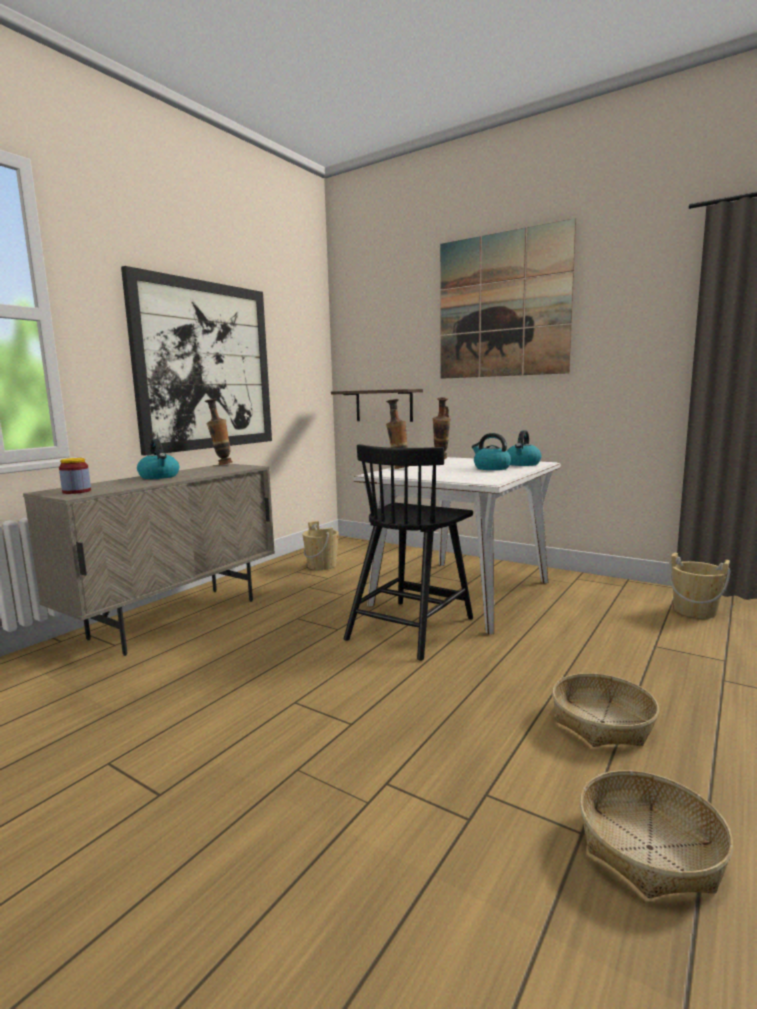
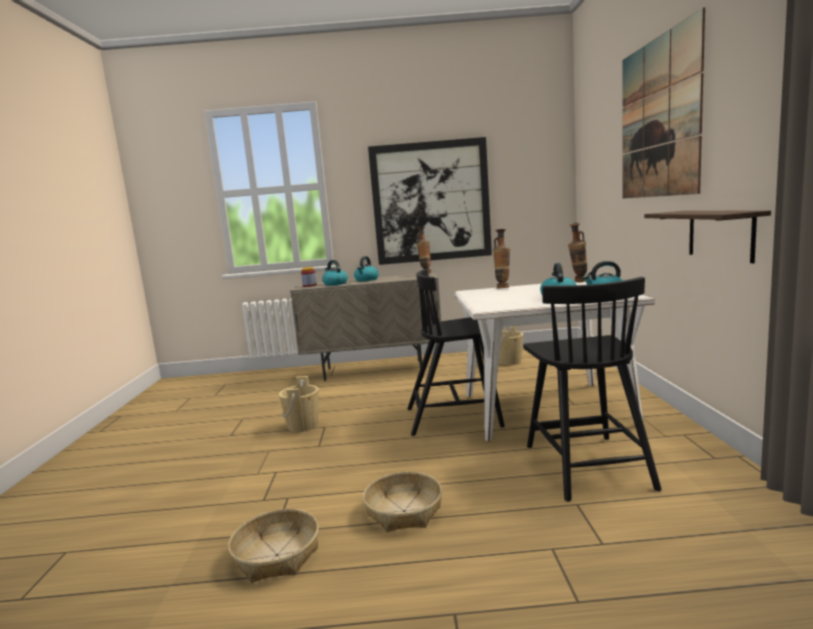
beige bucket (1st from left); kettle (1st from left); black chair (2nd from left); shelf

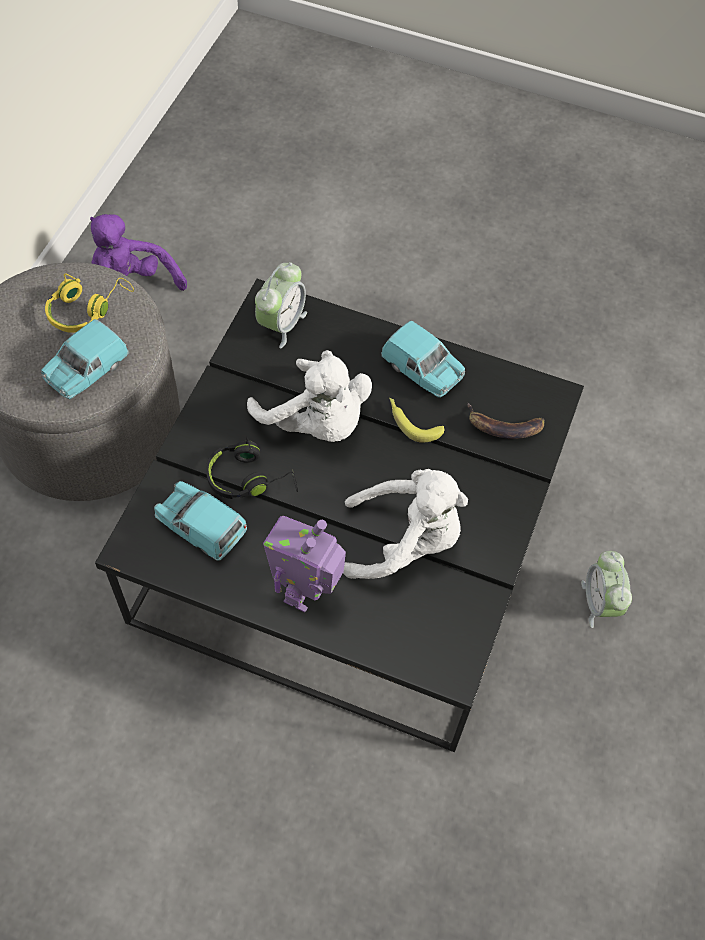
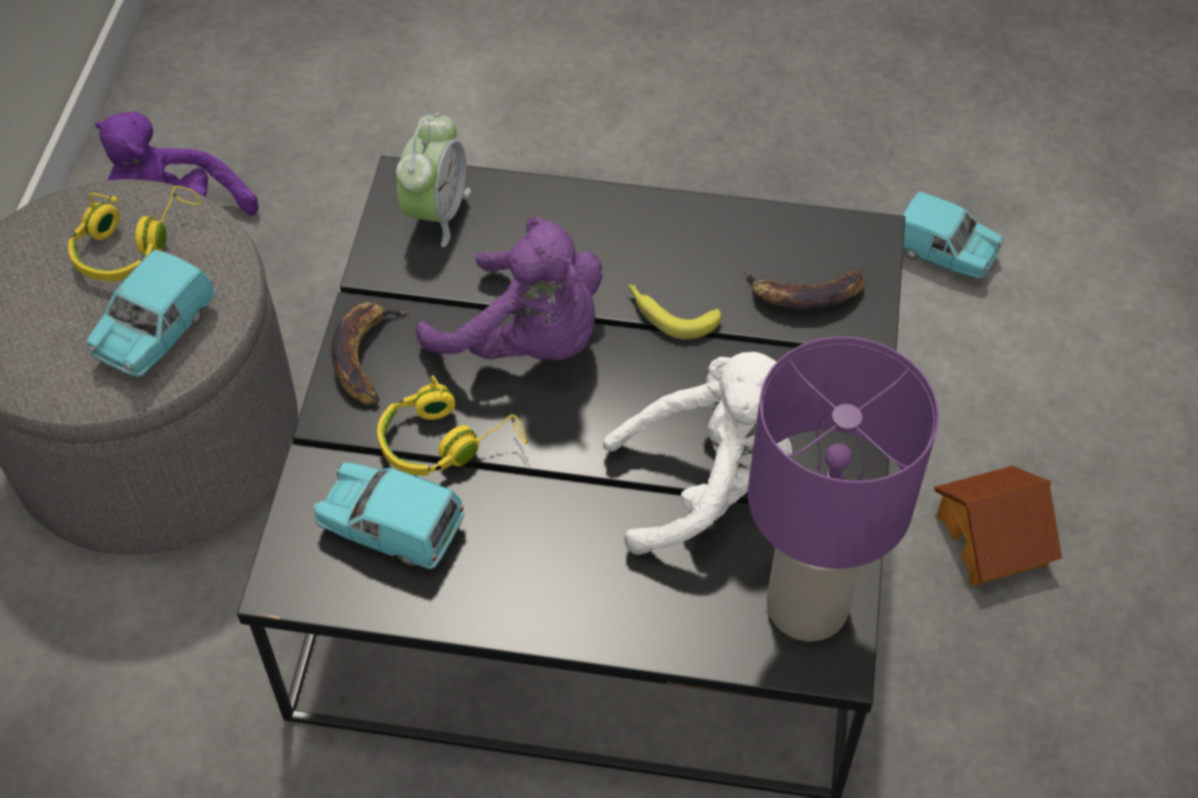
banana (1st from left); yellow headphones (2nd from left); purple plush toy (2nd from left); purple table lamp; turquoise toy car (3rd from left); toy house; toy robot

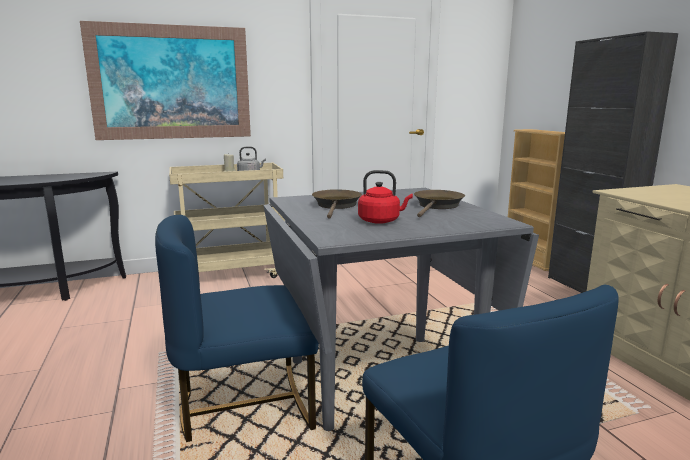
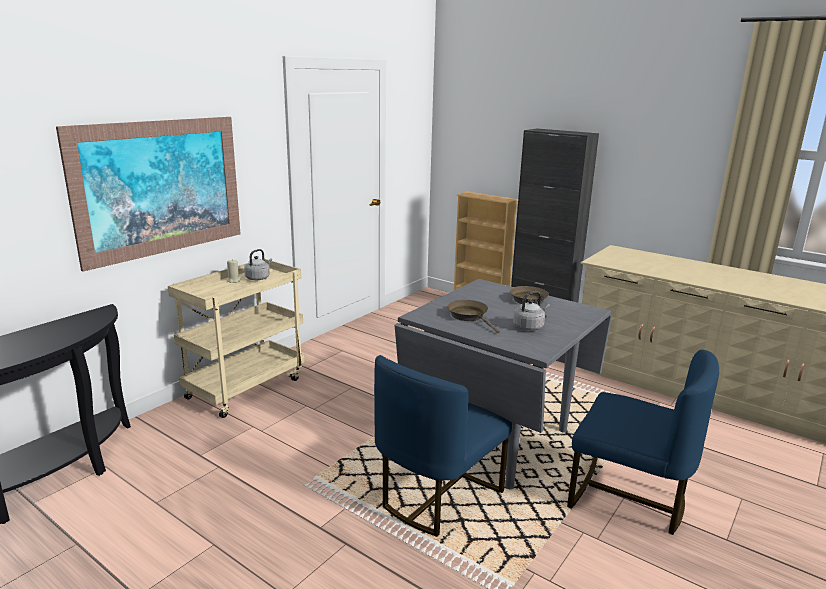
grey kettle (2nd from left)

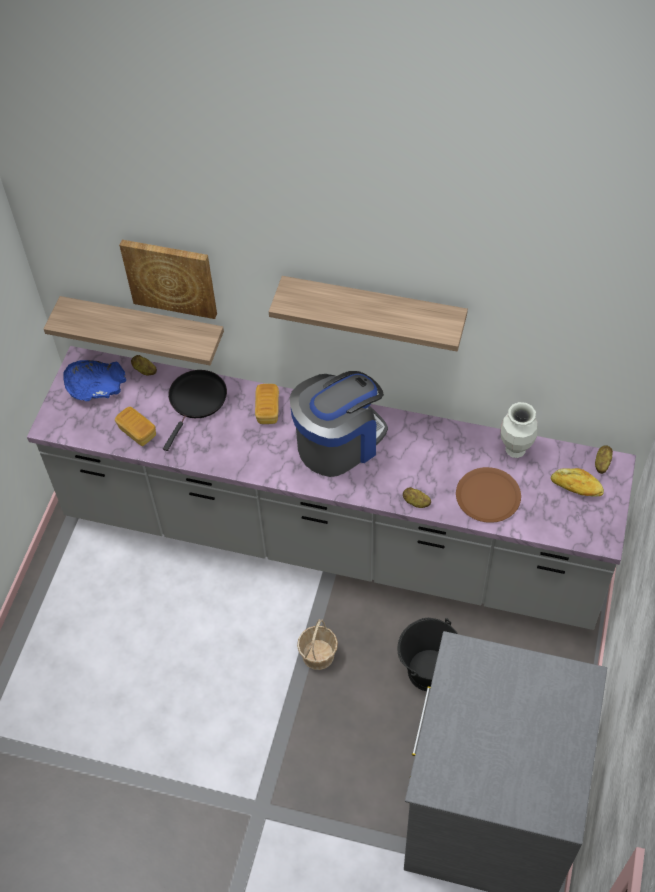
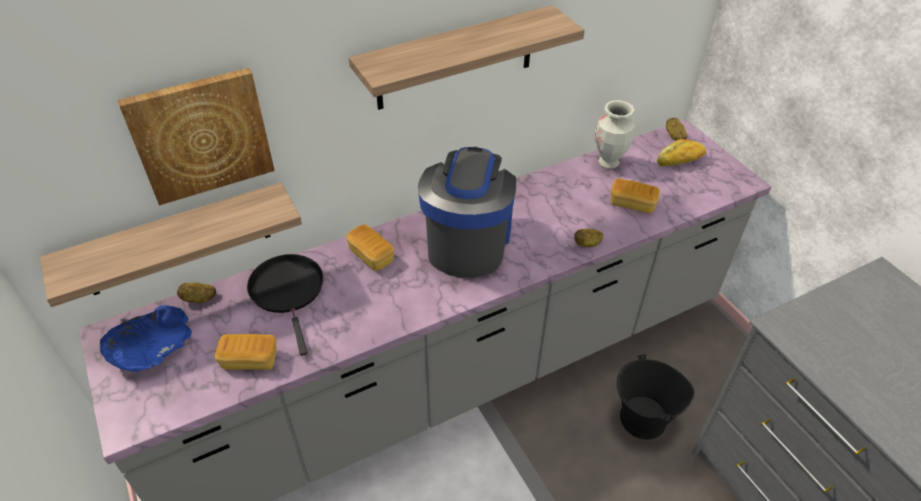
bread (3rd from left); basket

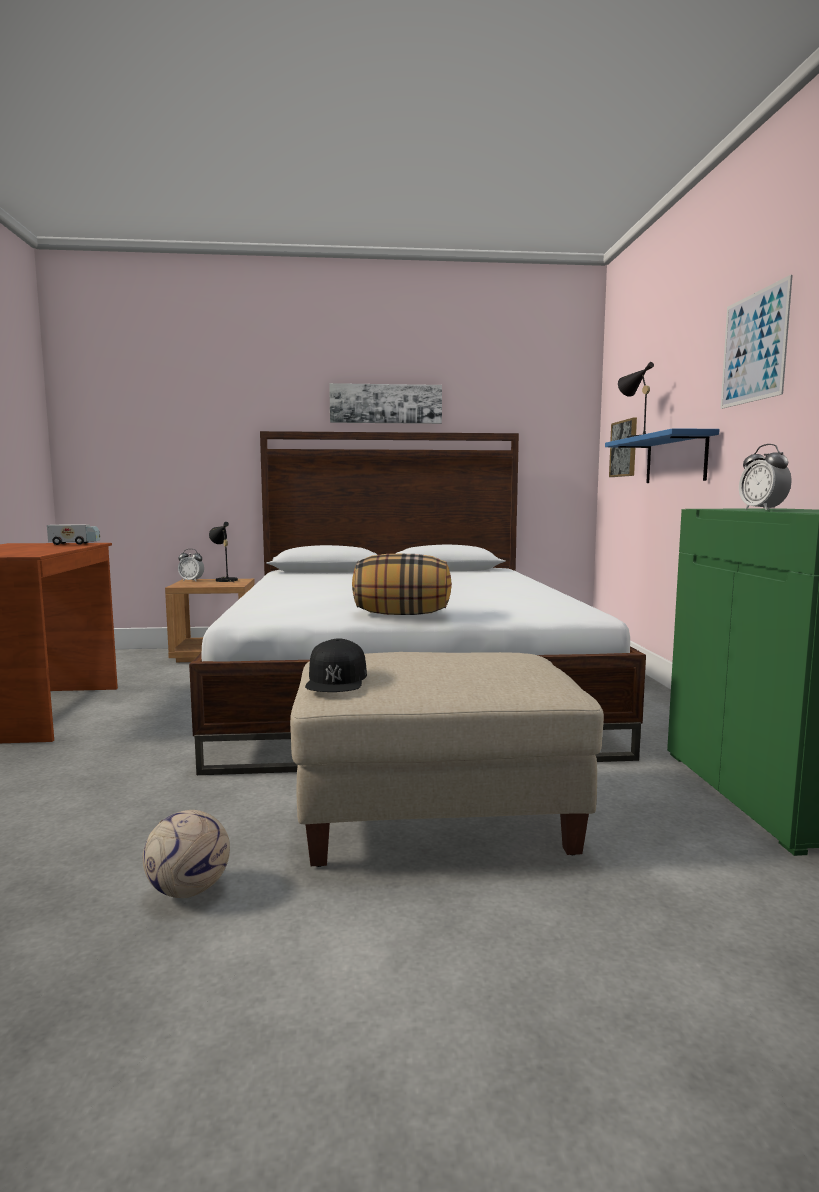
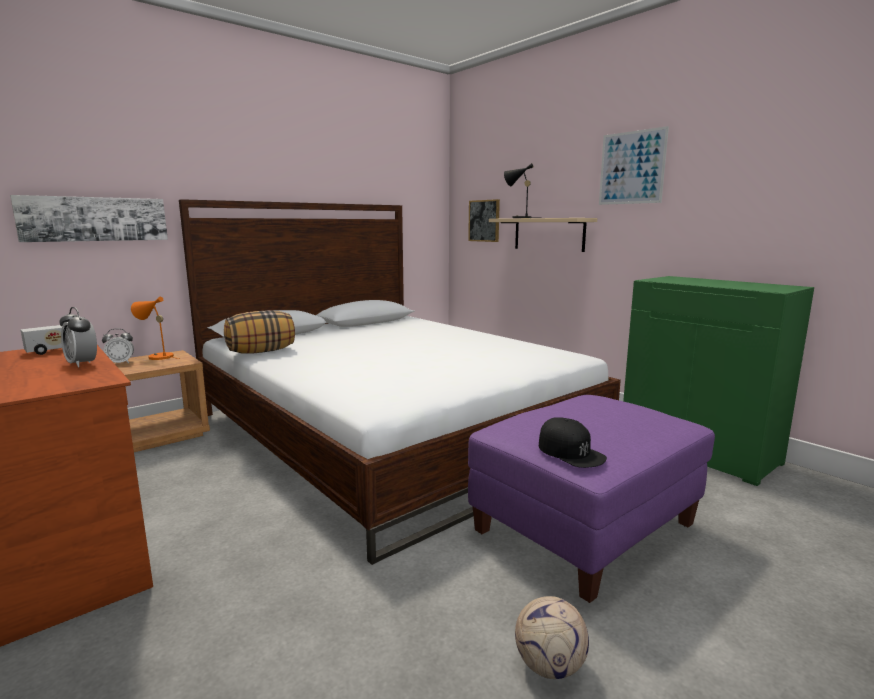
picture (1st from left); alarm clock (1st from left); orange table lamp; pillow; purple ottoman; beige shelf

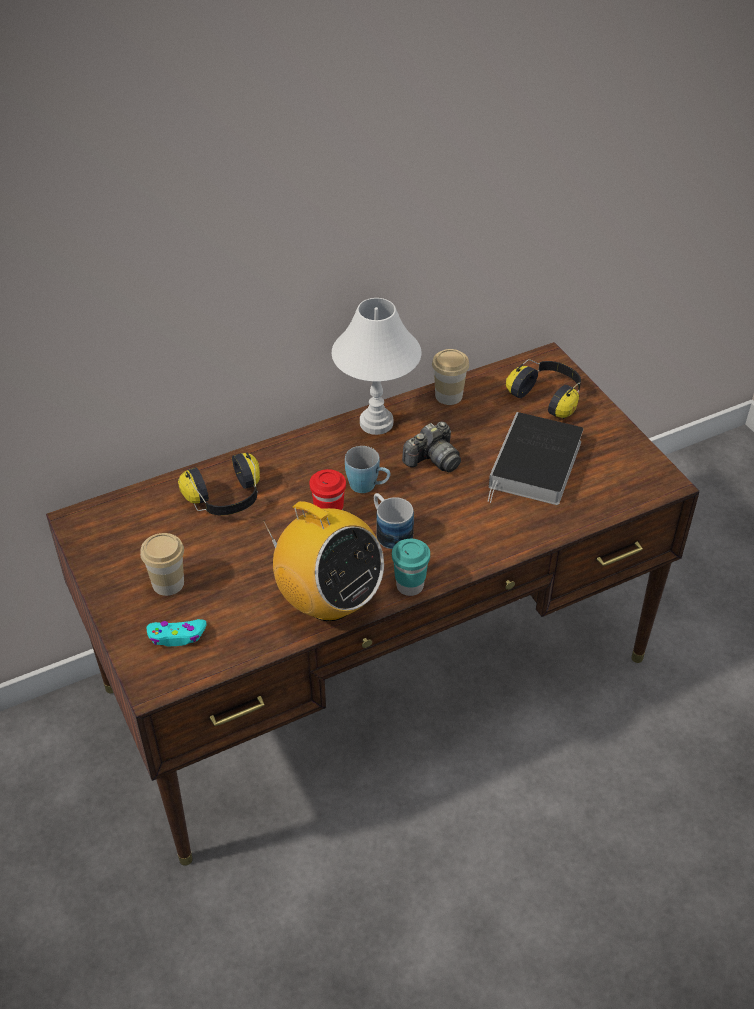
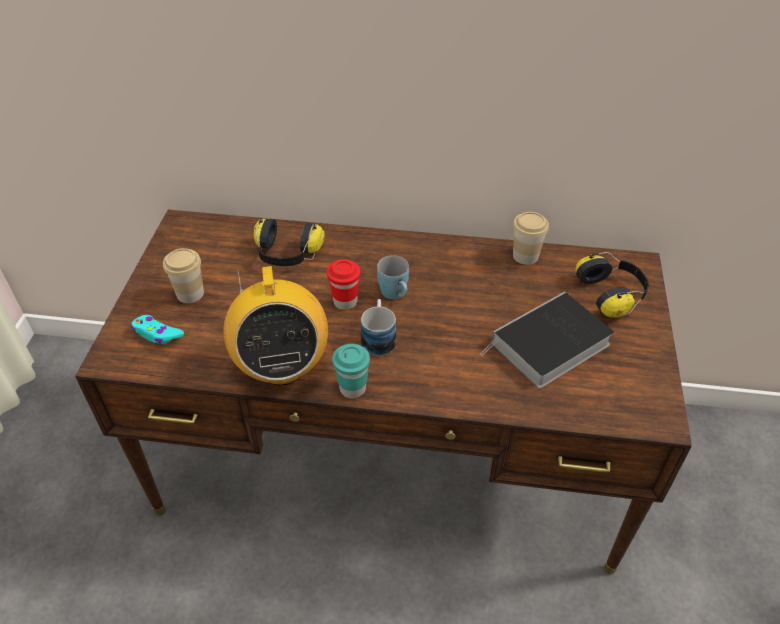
white table lamp; photo camera

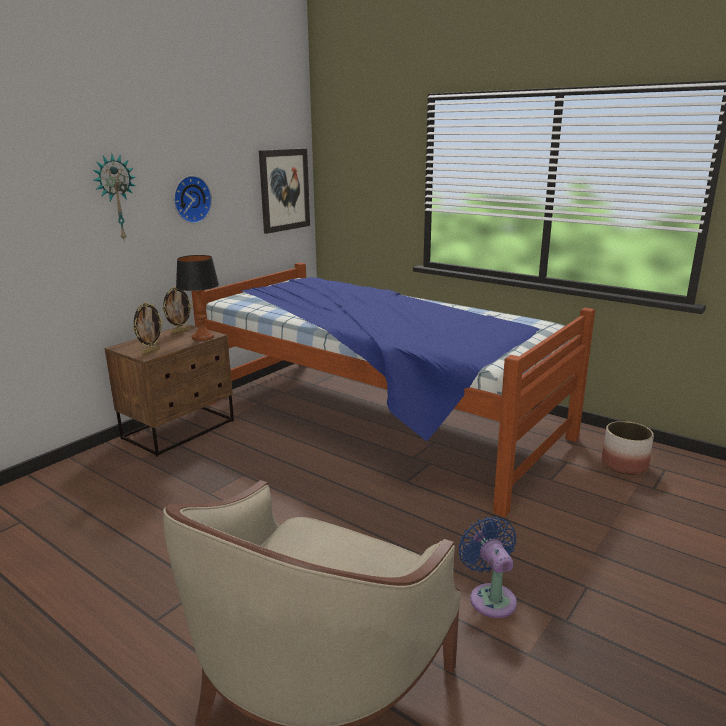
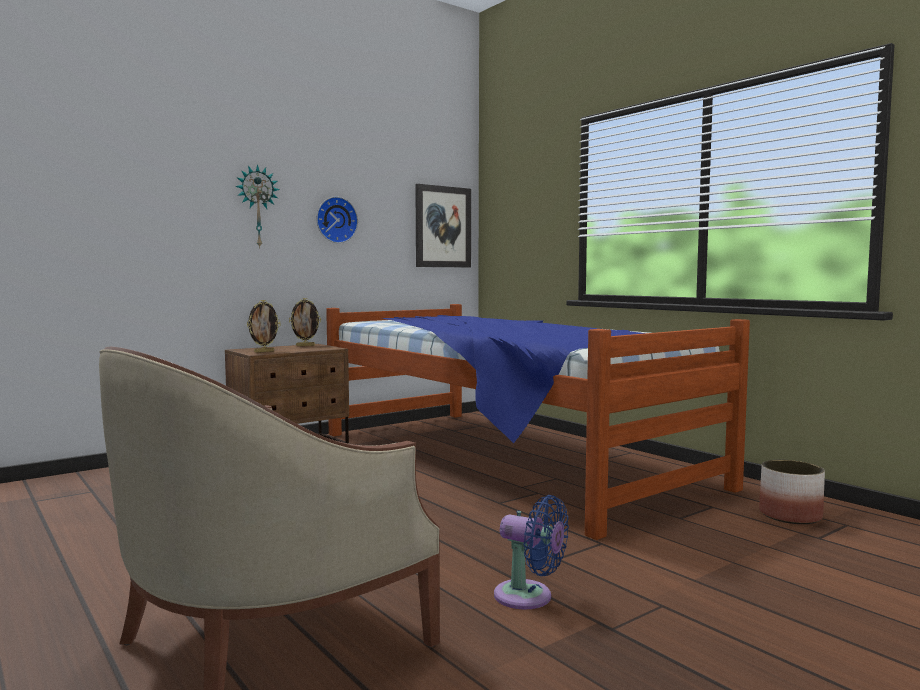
blue fan; table lamp

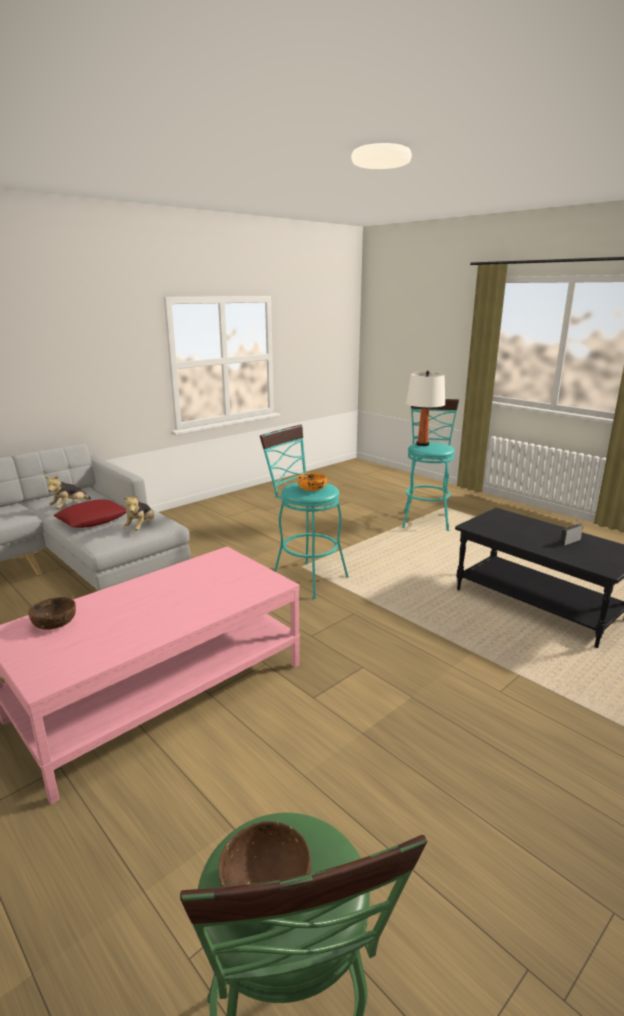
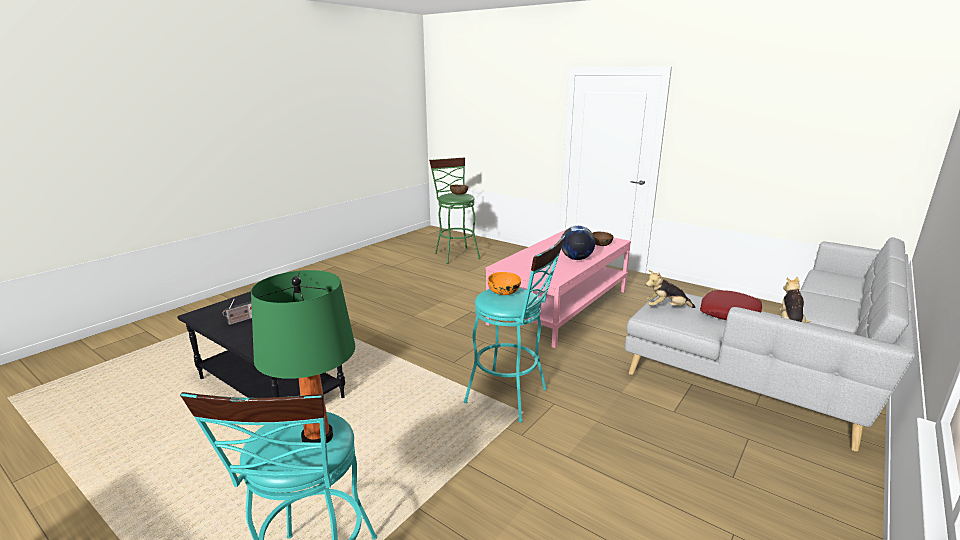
green table lamp; globe; plush toy (1st from left)

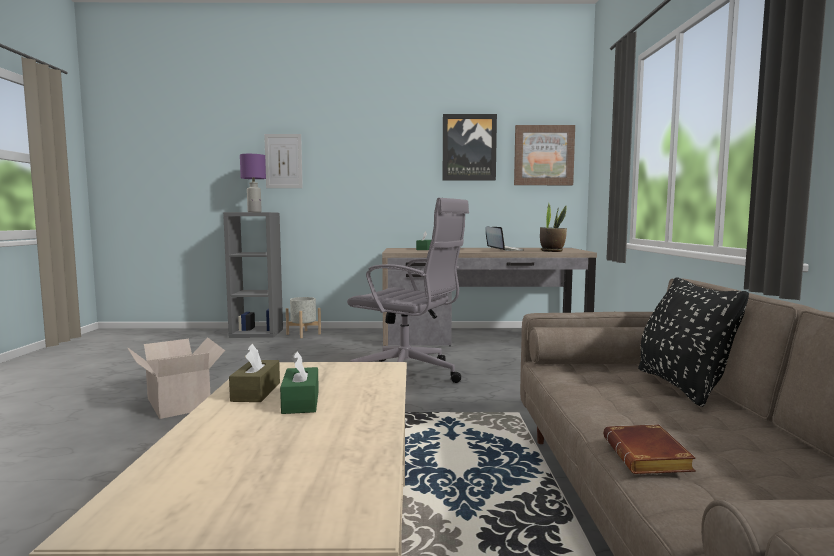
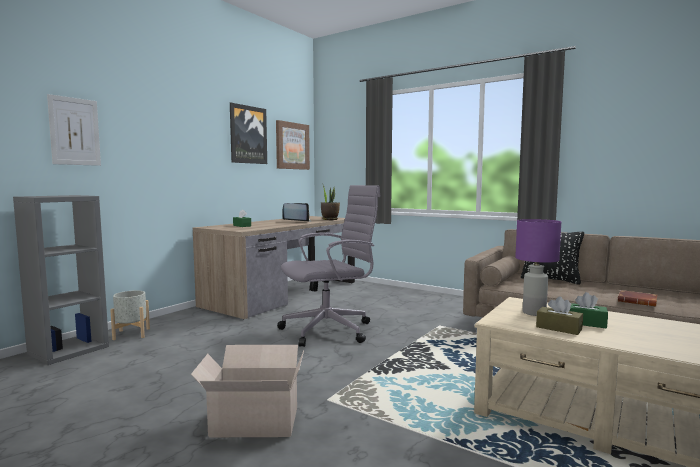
purple table lamp

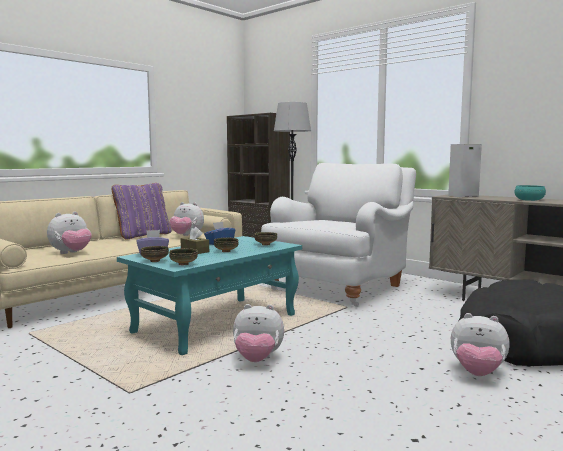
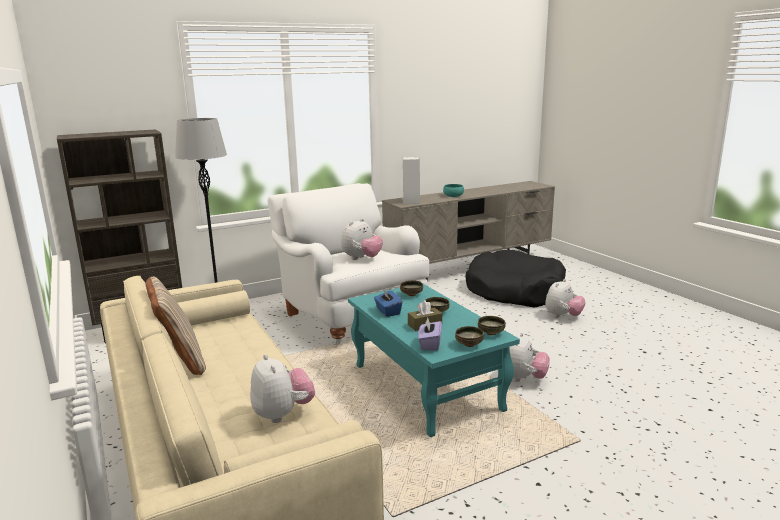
beige pillow; plush toy (2nd from left)

